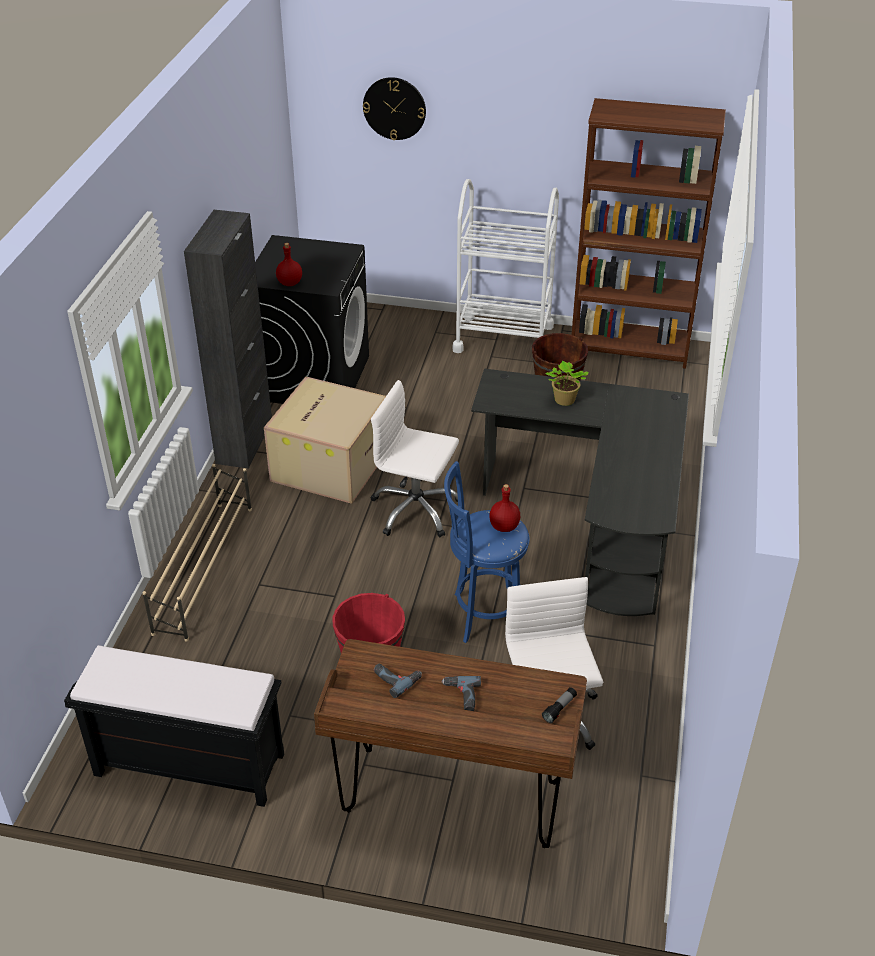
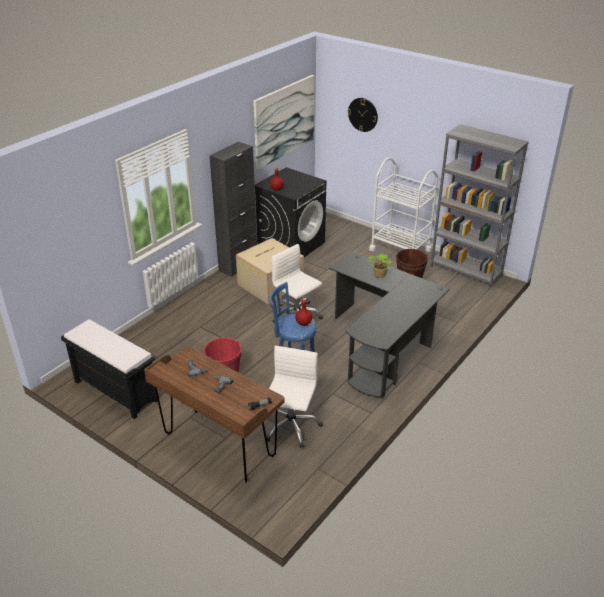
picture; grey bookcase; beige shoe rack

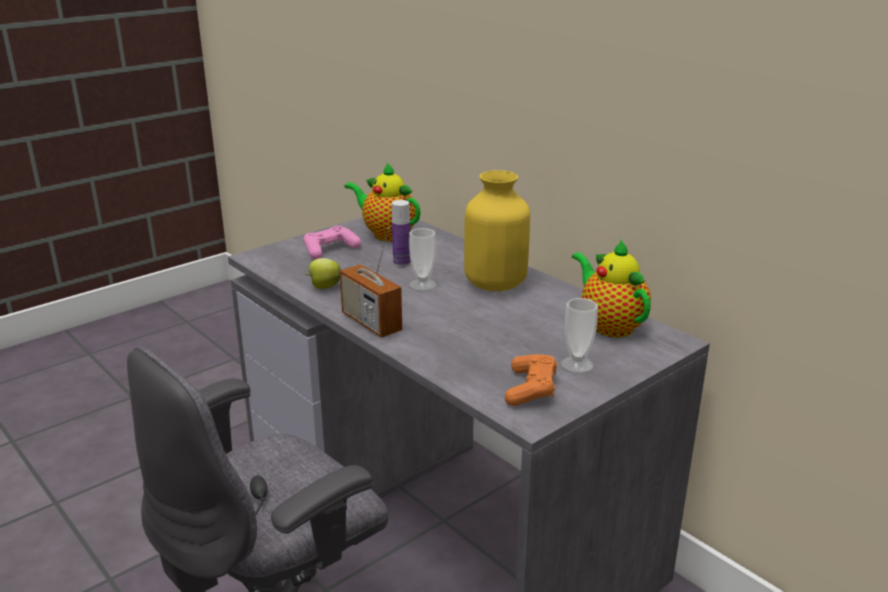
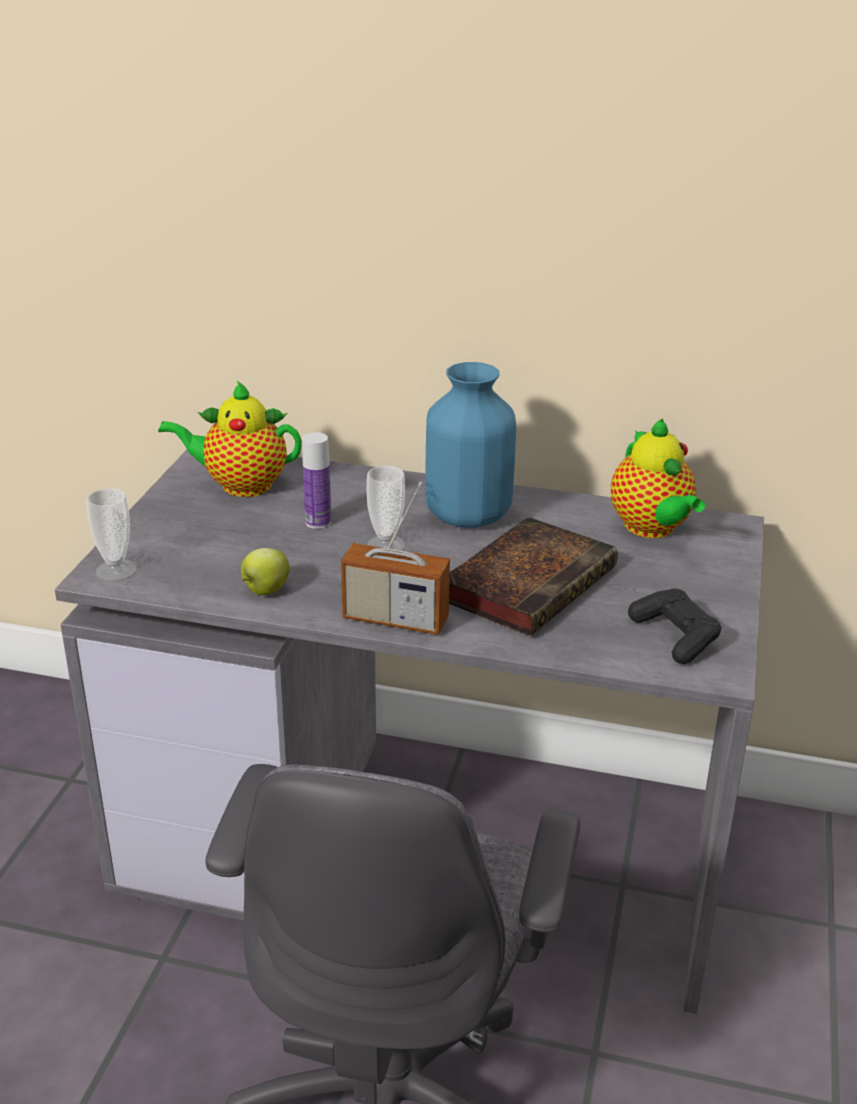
cup (1st from left); blue vase; book; teapot (2nd from left); black game controller; pink game controller

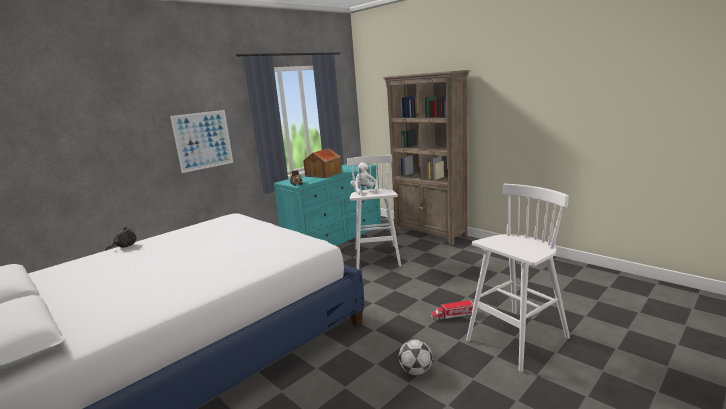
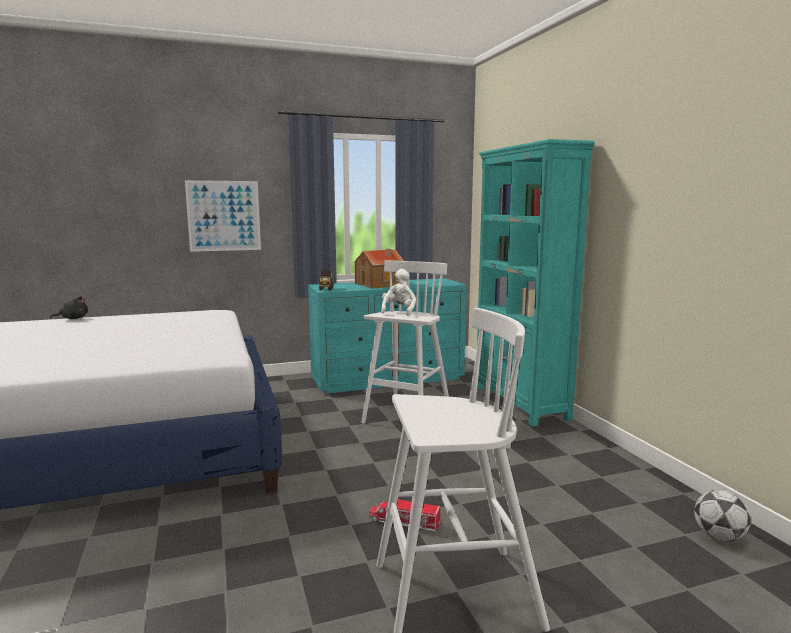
turquoise bookcase; football

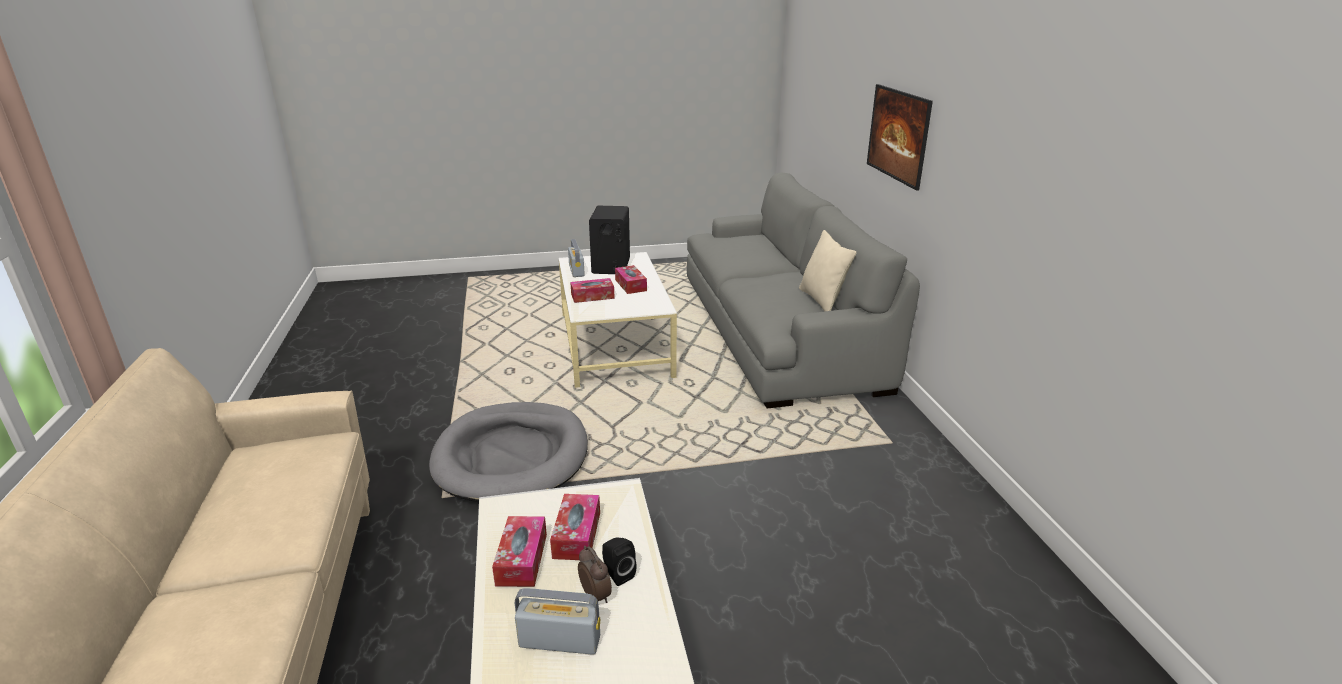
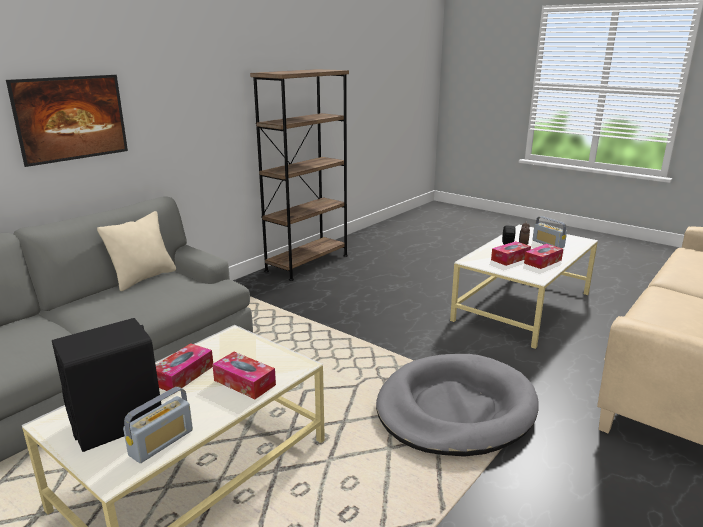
brown bookcase

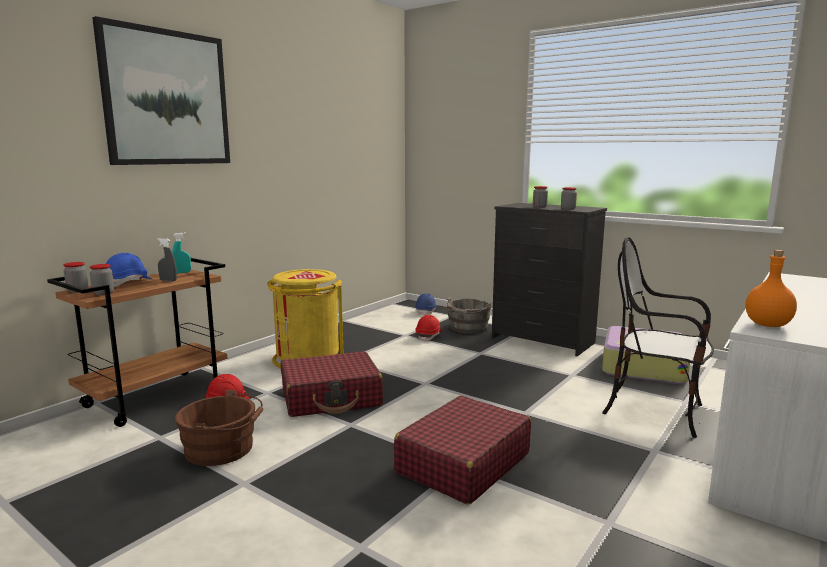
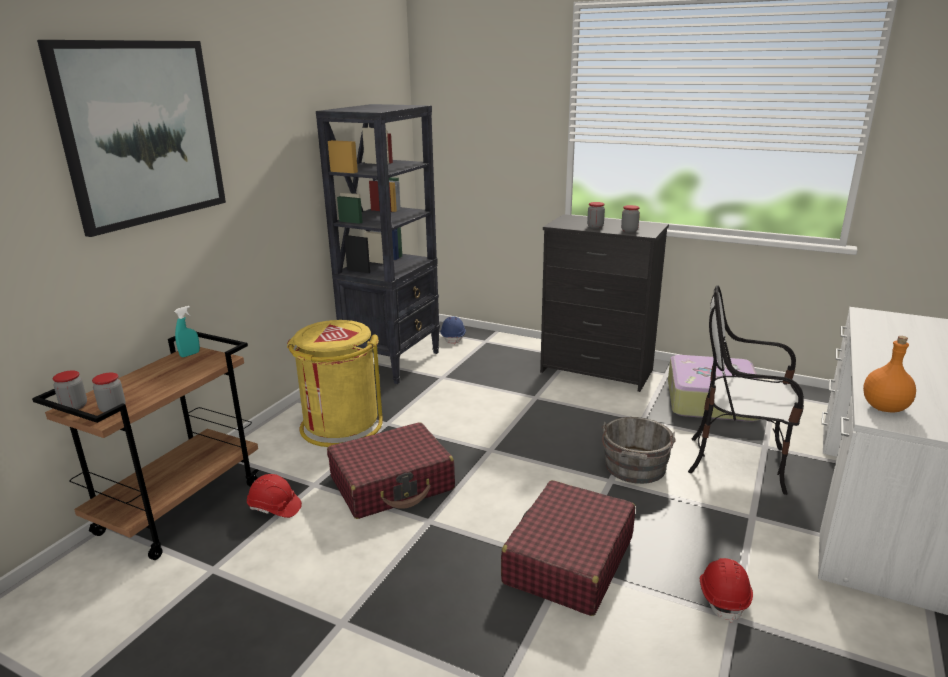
black bookcase; grey bucket; red hard hat (2nd from left); blue hard hat (1st from left in the first image); grey spray bottle; brown bucket

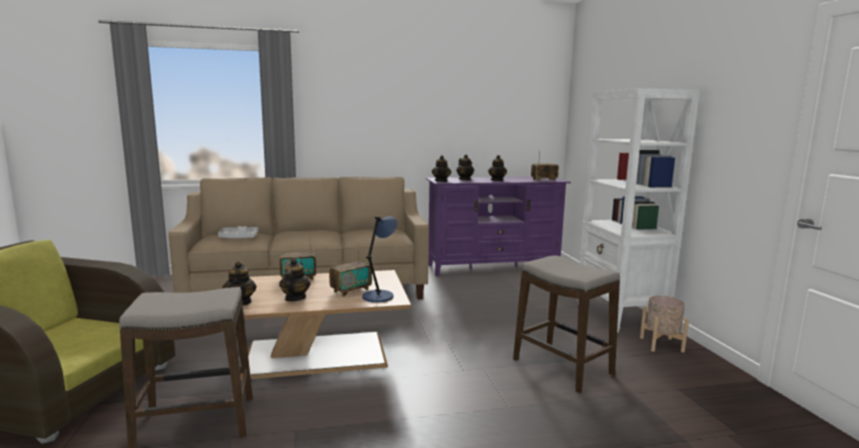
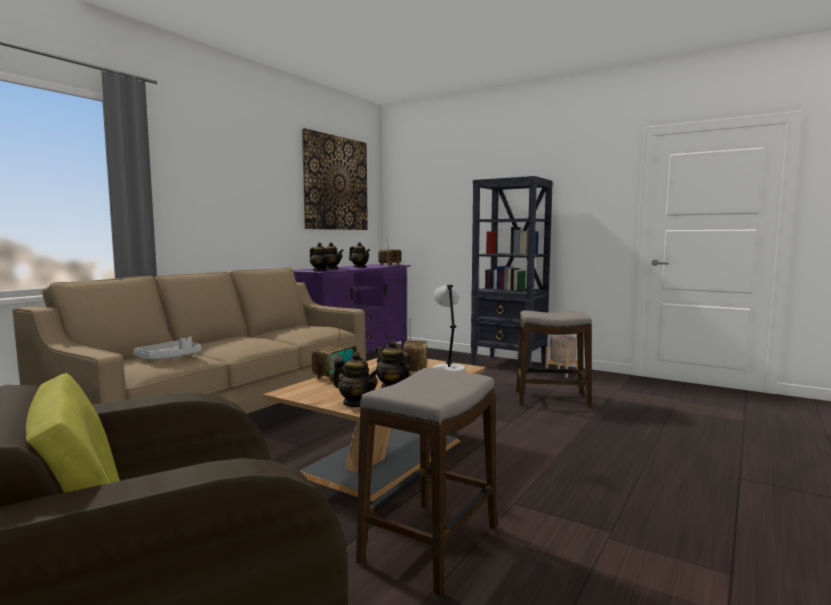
picture; grey table lamp; black bookcase

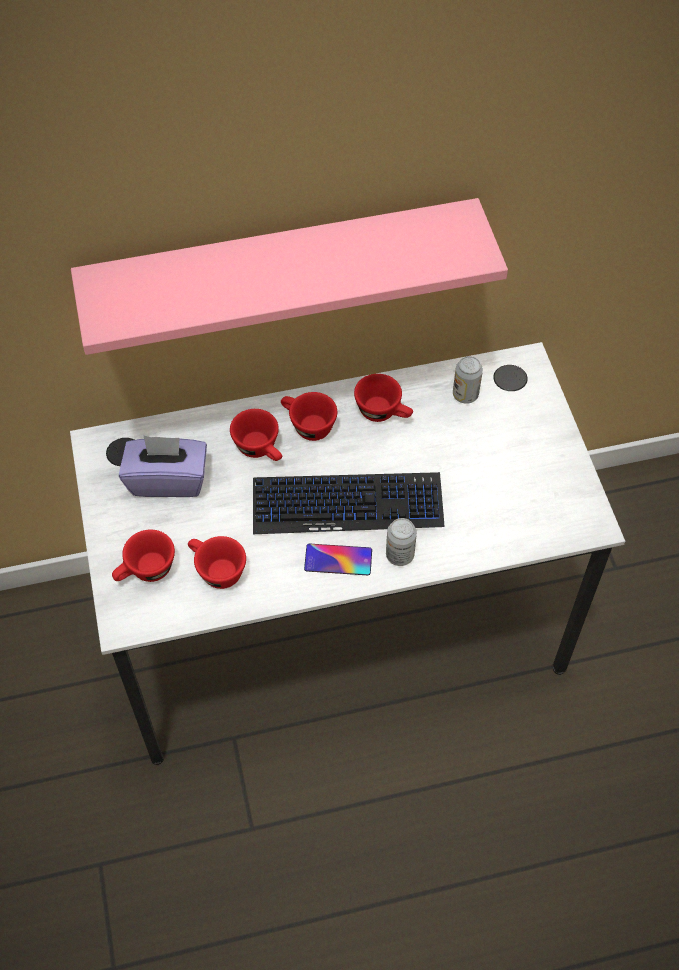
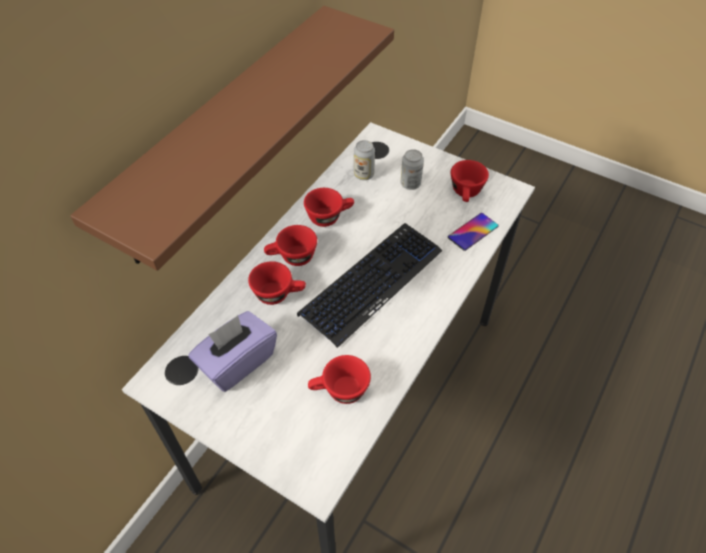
brown shelf; can (2nd from left); phone; red cup (5th from left)

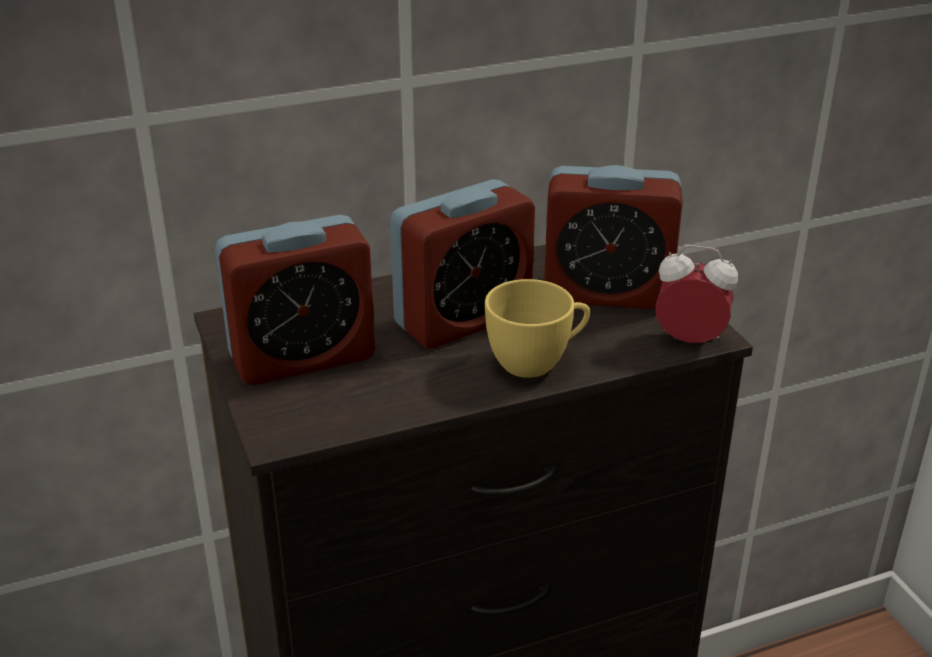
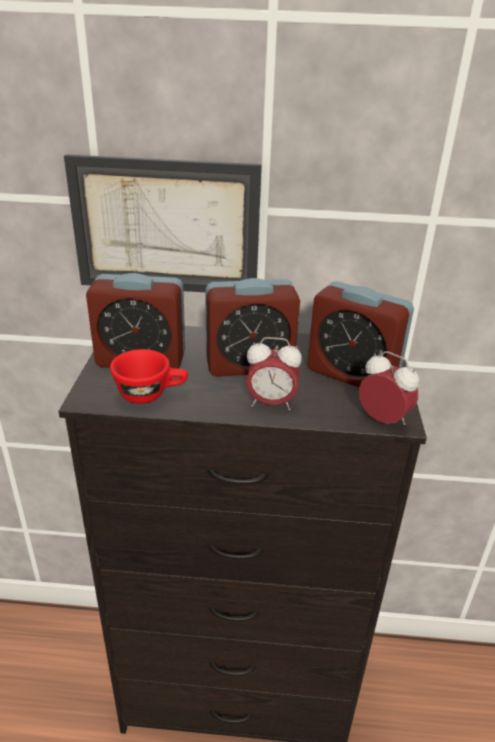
picture; red cup; alarm clock (3rd from left)

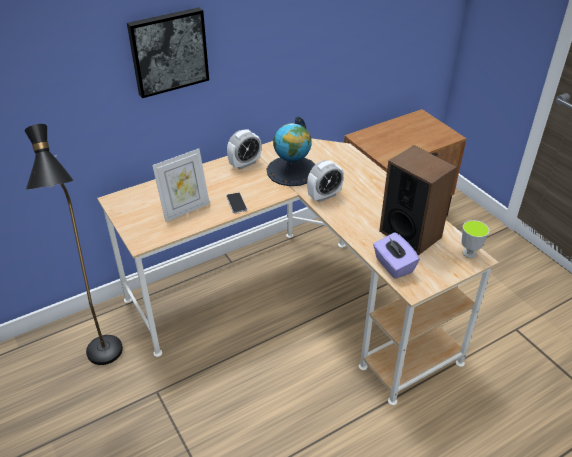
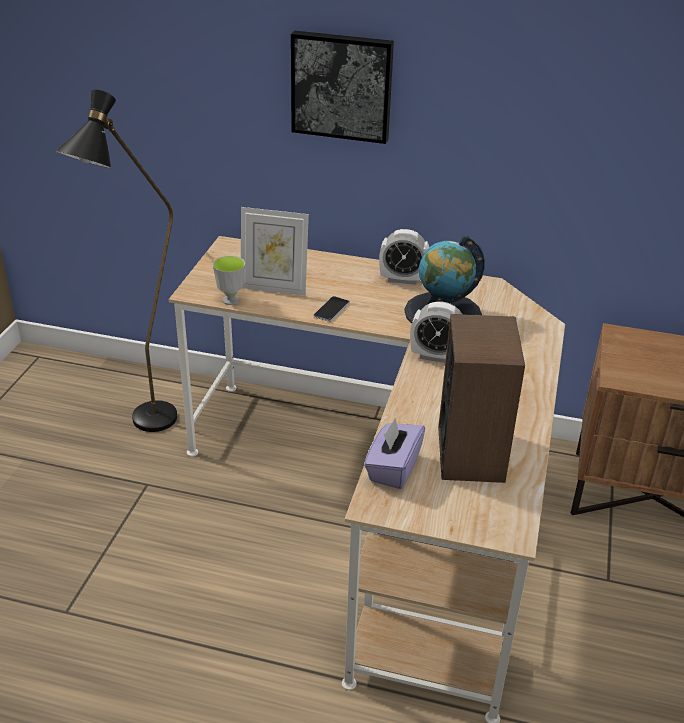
cup

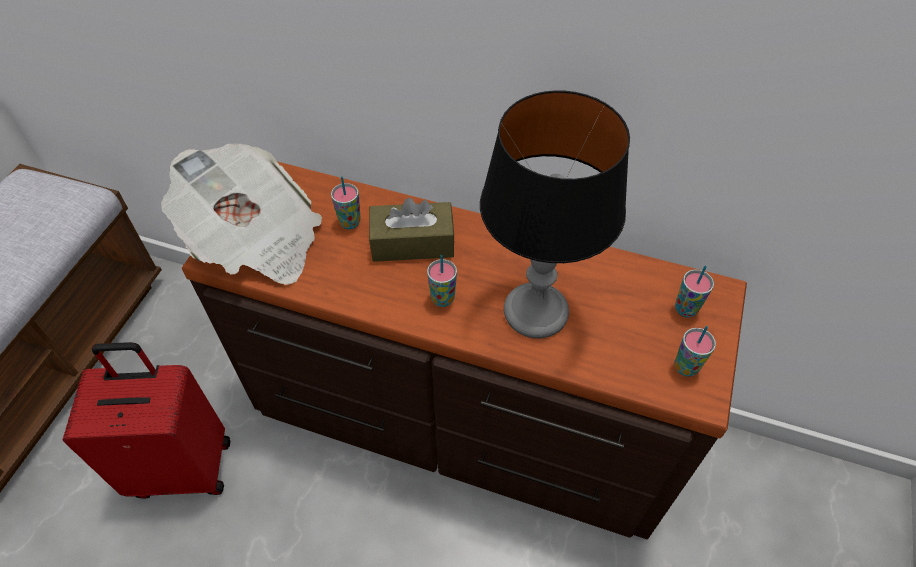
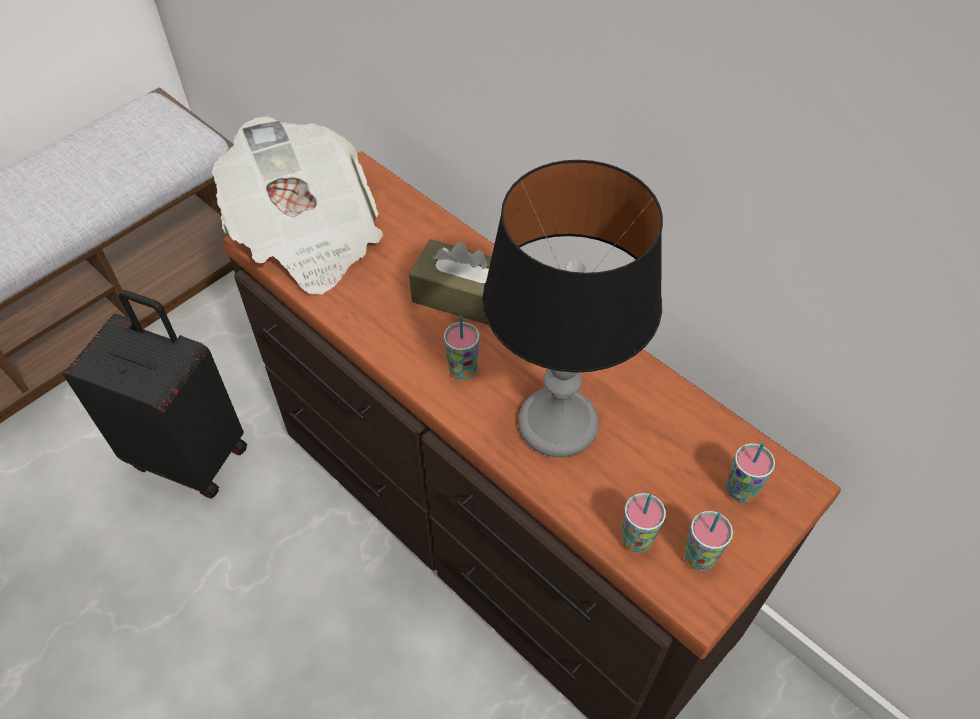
black suitcase; cup (2nd from left)

